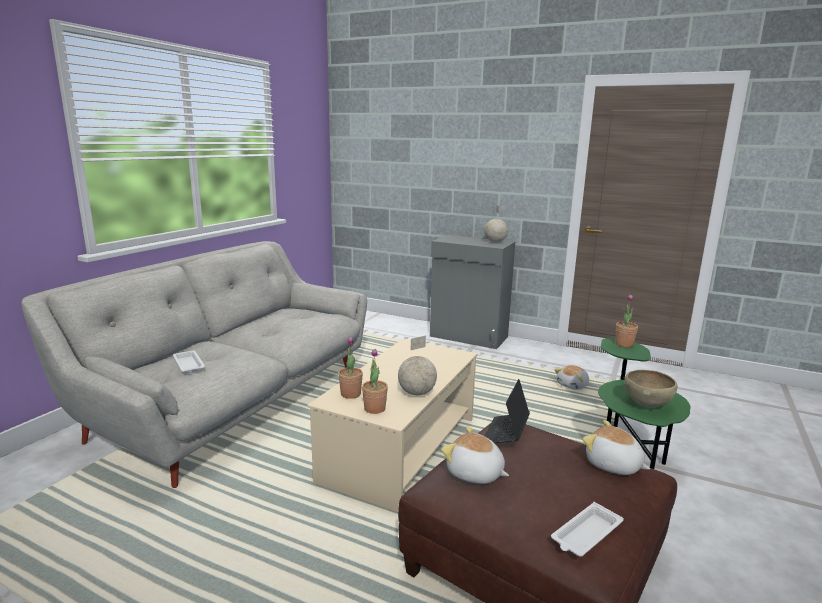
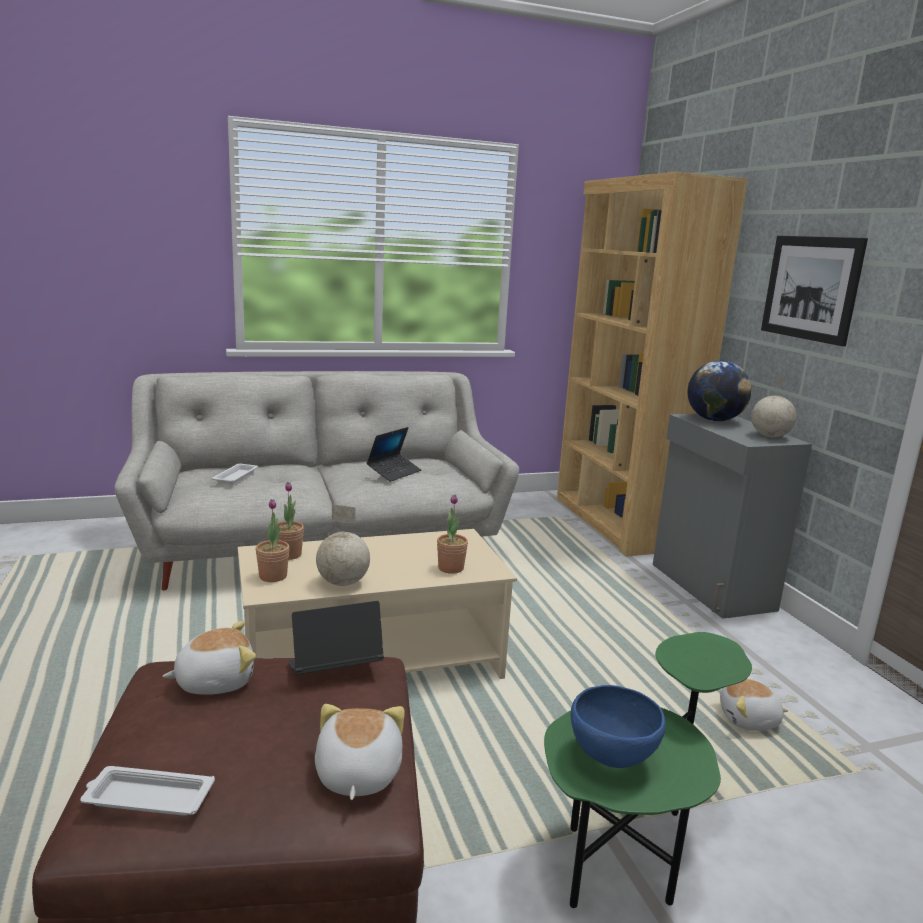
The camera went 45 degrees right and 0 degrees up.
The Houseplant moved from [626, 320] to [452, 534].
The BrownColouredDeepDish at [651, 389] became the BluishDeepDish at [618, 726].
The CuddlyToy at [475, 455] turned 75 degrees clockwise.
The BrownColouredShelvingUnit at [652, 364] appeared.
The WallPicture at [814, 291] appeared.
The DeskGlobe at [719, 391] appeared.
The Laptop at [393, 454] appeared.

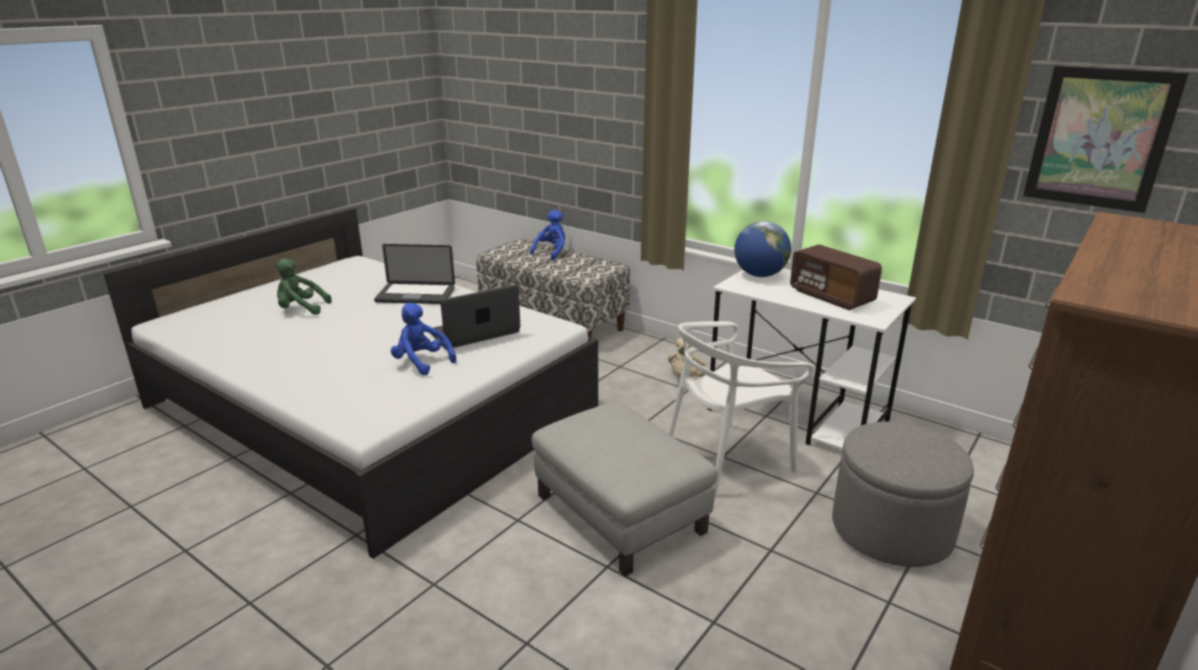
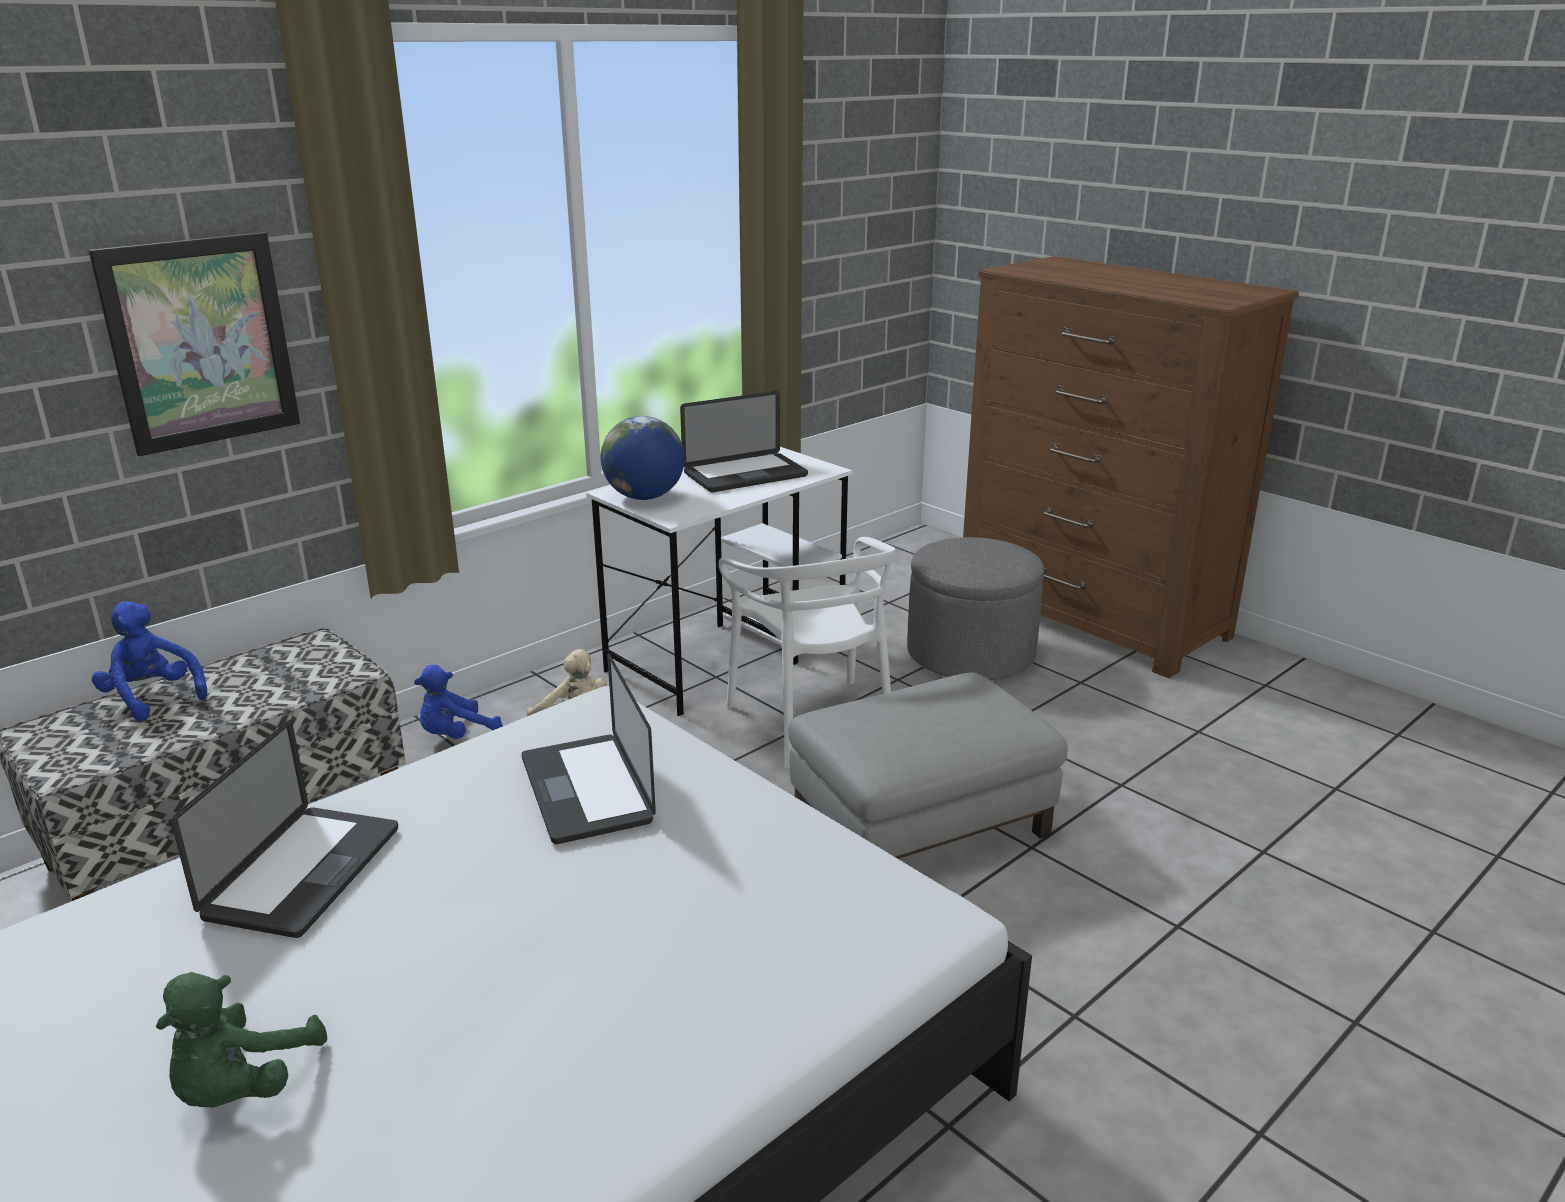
The camera went 80 degrees left and 0 degrees up.
The WallPicture moved from [1106, 139] to [194, 344].
The RadioReceiver at [836, 277] was replaced by the Laptop at [744, 441].
The BluishCuddlyToy moved from [423, 339] to [458, 702].

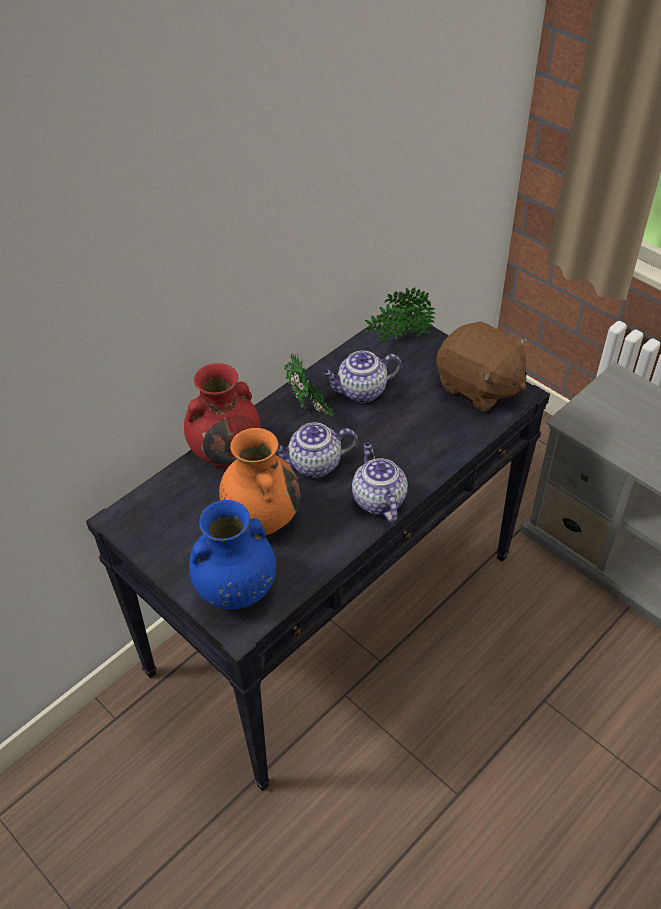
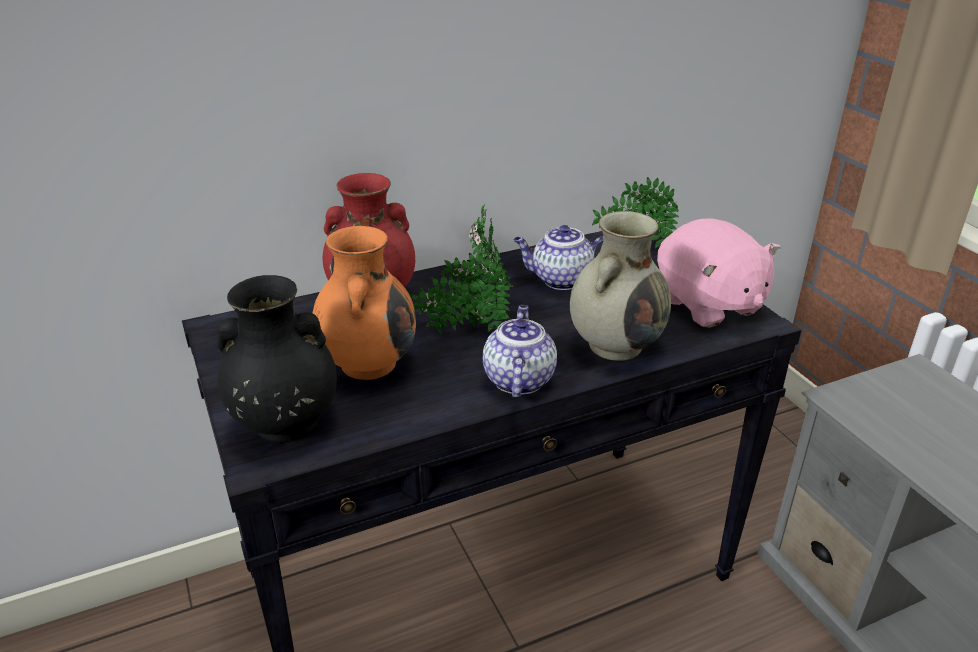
The camera went 20 degrees right and 15 degrees down.
The BrownColouredCuddlyToy at [482, 366] became the PinkCuddlyToy at [719, 273].
The Teapot at [317, 450] was replaced by the Houseplant at [460, 293].
The BluishVase at [232, 555] became the BlackColouredVase at [277, 358].
The BeigeVase at [620, 286] appeared.

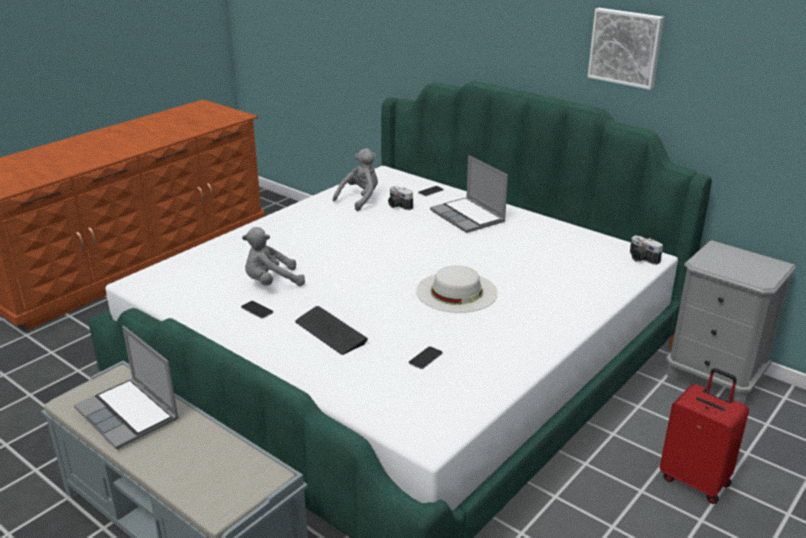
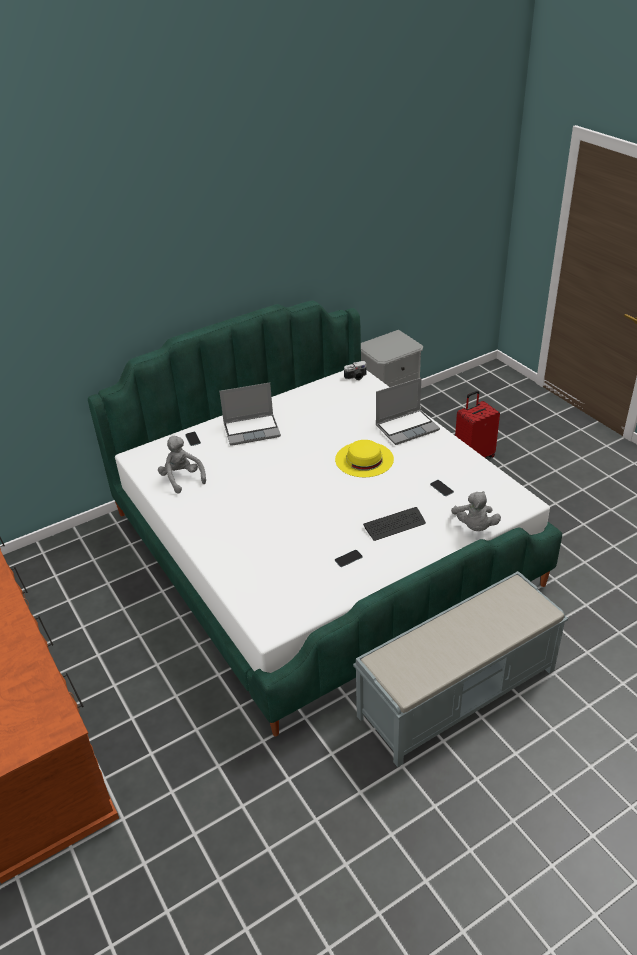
The camera went 70 degrees left and 10 degrees up.
The WallPicture at [626, 49] disappeared.
The StillCamera at [400, 198] disappeared.
The GreyishCuddlyToy moved from [273, 256] to [476, 511].
The WhiteClothingHat at [457, 289] became the YellowishClothingHat at [364, 458].
The Laptop moved from [126, 388] to [408, 411].

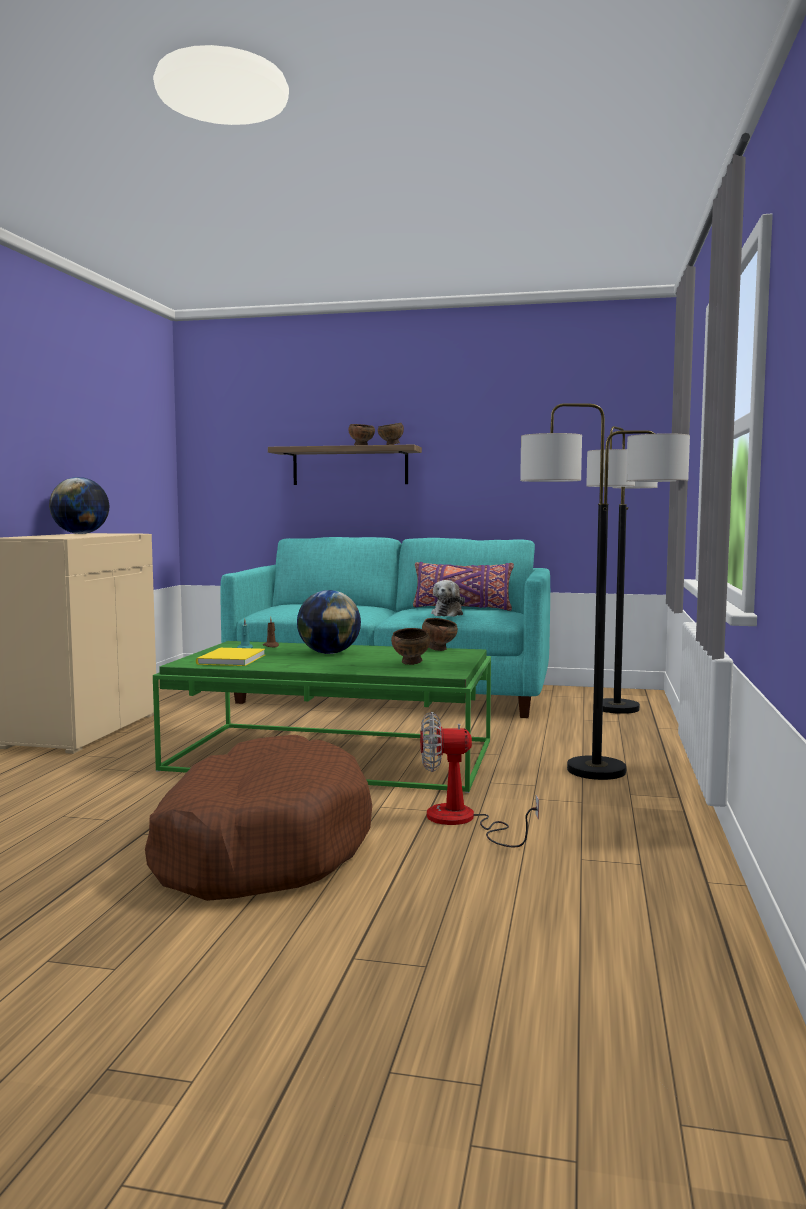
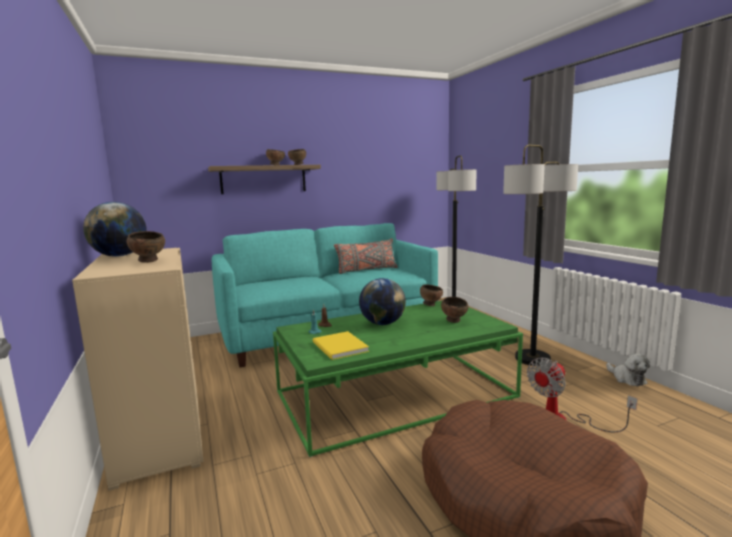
The camera went 35 degrees left and 5 degrees up.
The PurplePillow at [463, 586] became the GreyishPillow at [365, 256].
The CuddlyToy moved from [448, 598] to [628, 370].
The BrownColouredDeepDish at [146, 247] appeared.

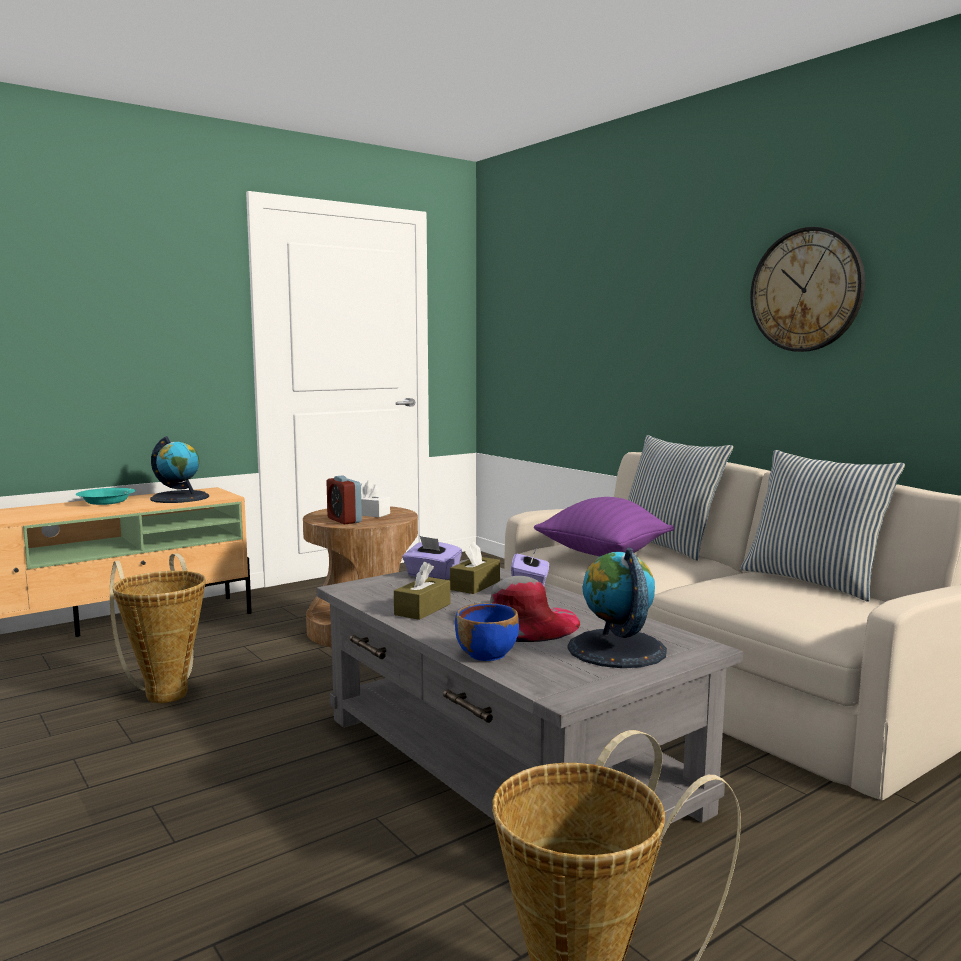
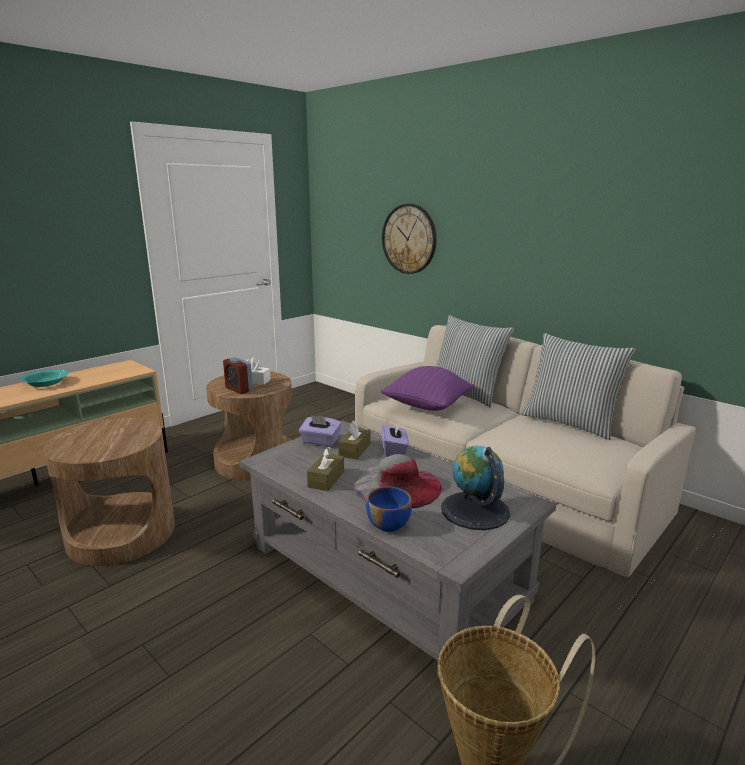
The camera went 10 degrees left and 10 degrees up.
The ClockOnTheWall moved from [807, 289] to [409, 239].
The DeskGlobe at [179, 469] disappeared.
The HouseholdBasket at [158, 628] was replaced by the BrownColouredEndTable at [109, 492].

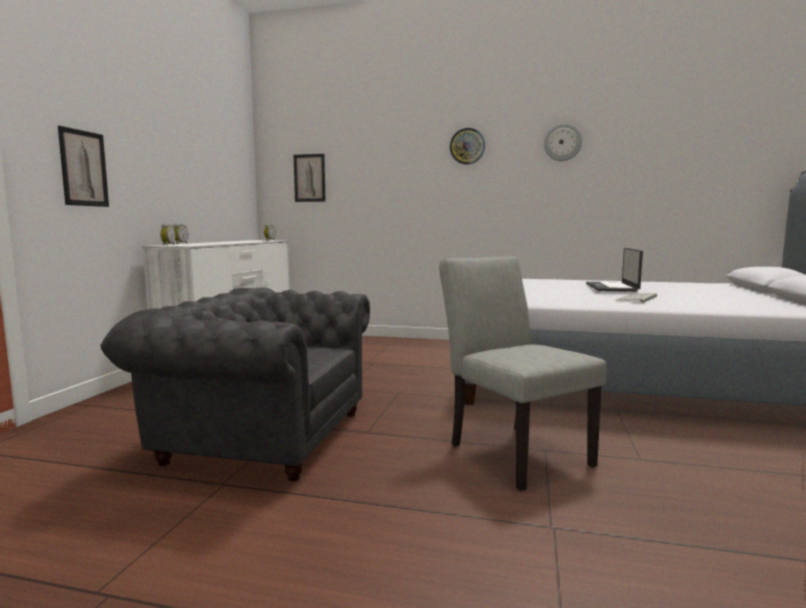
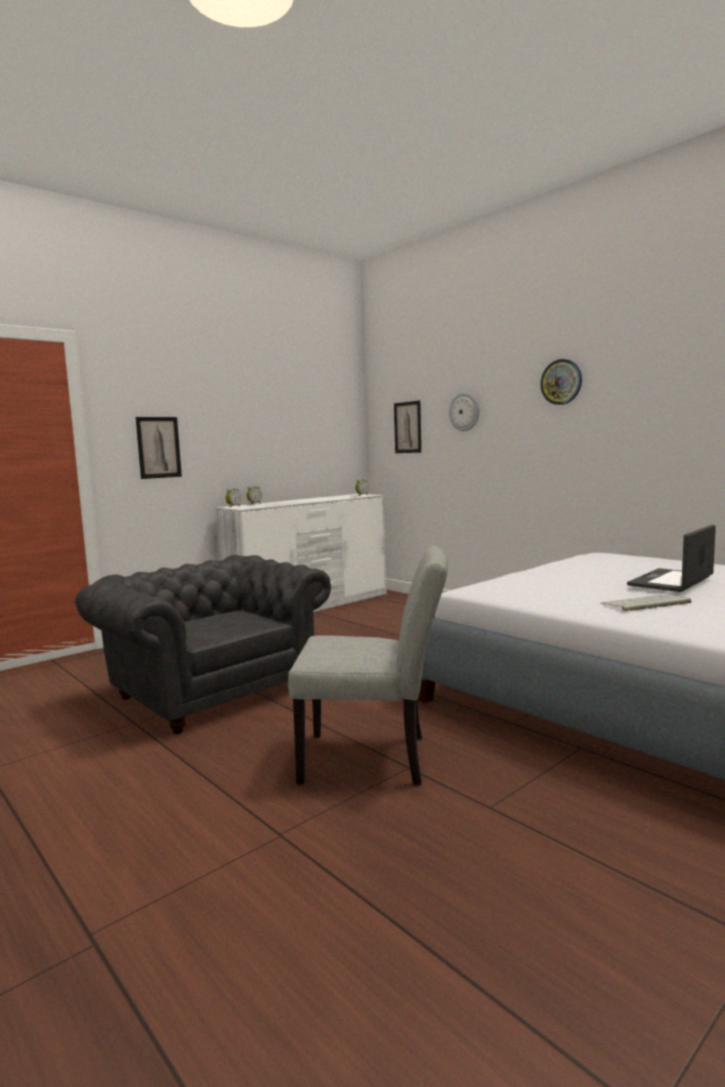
The camera went 35 degrees right and 0 degrees up.
The ClockOnTheWall moved from [563, 142] to [464, 411].
The GreyishPlainChair at [523, 373] turned 90 degrees clockwise.

